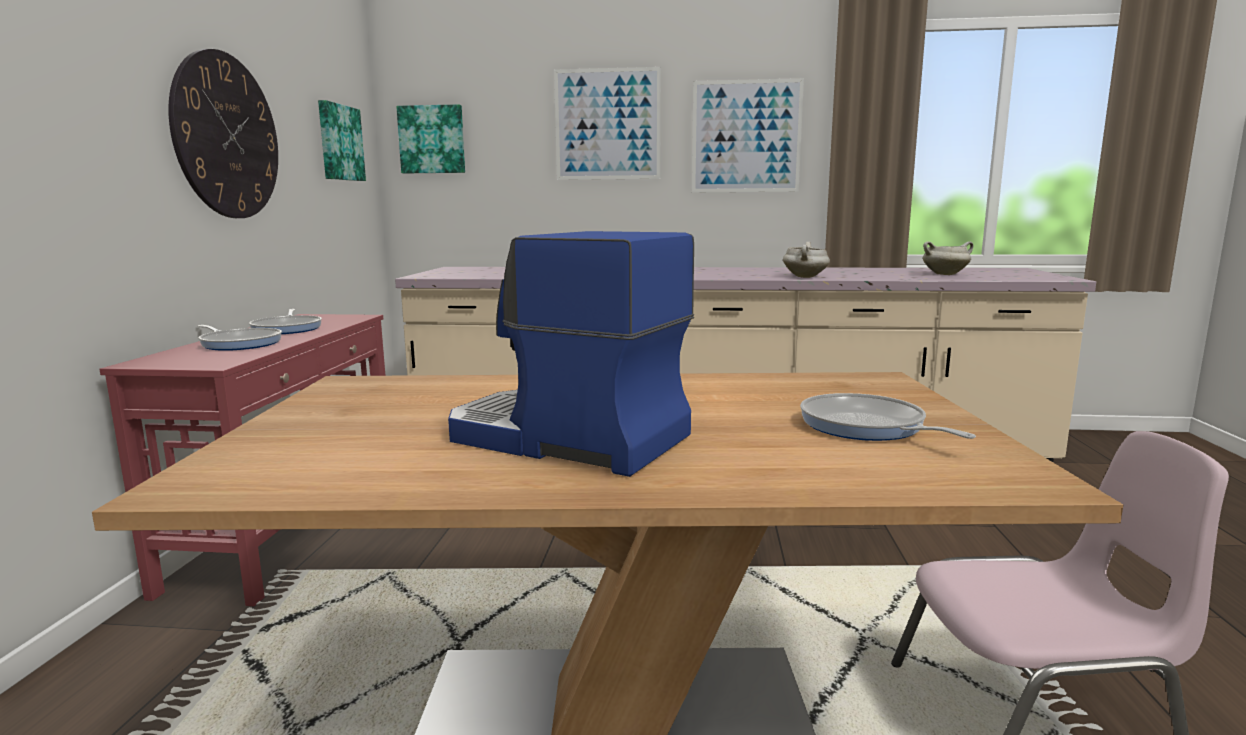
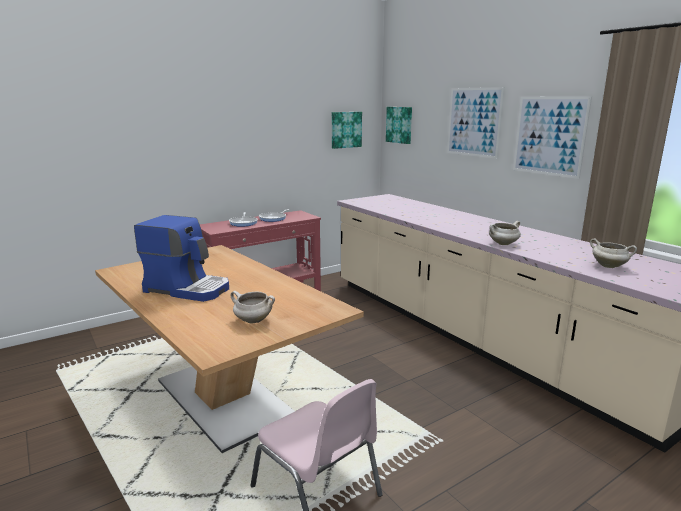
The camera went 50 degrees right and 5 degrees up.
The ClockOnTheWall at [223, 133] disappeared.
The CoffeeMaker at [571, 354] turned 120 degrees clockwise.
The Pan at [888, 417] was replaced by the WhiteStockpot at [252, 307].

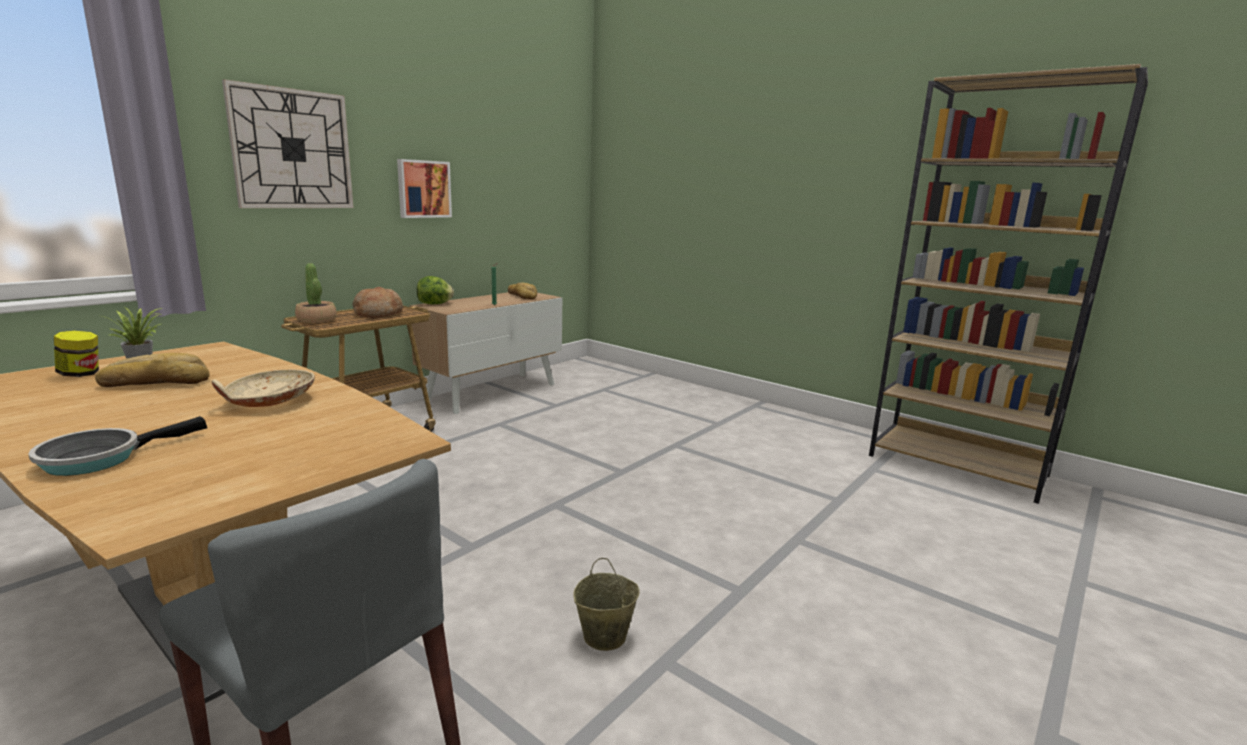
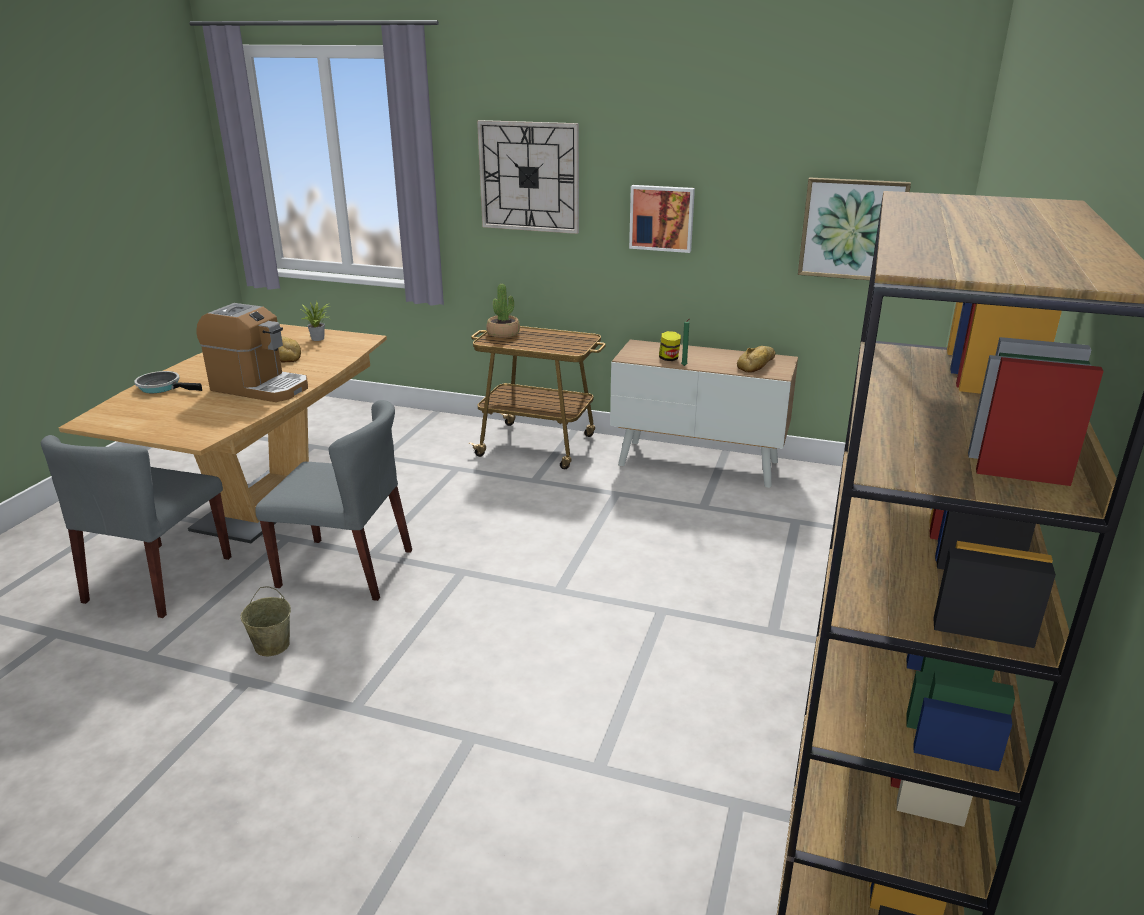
The camera went 70 degrees right and 10 degrees up.
The HeadOfLettuce at [435, 290] disappeared.
The BakeryBread at [378, 302] disappeared.
The PreserveJar moved from [76, 354] to [670, 346].
The BeigeDeepDish at [263, 388] was replaced by the CoffeeMaker at [252, 352].
The WallPicture at [854, 228] appeared.
The GreyishPlainChair at [333, 500] appeared.

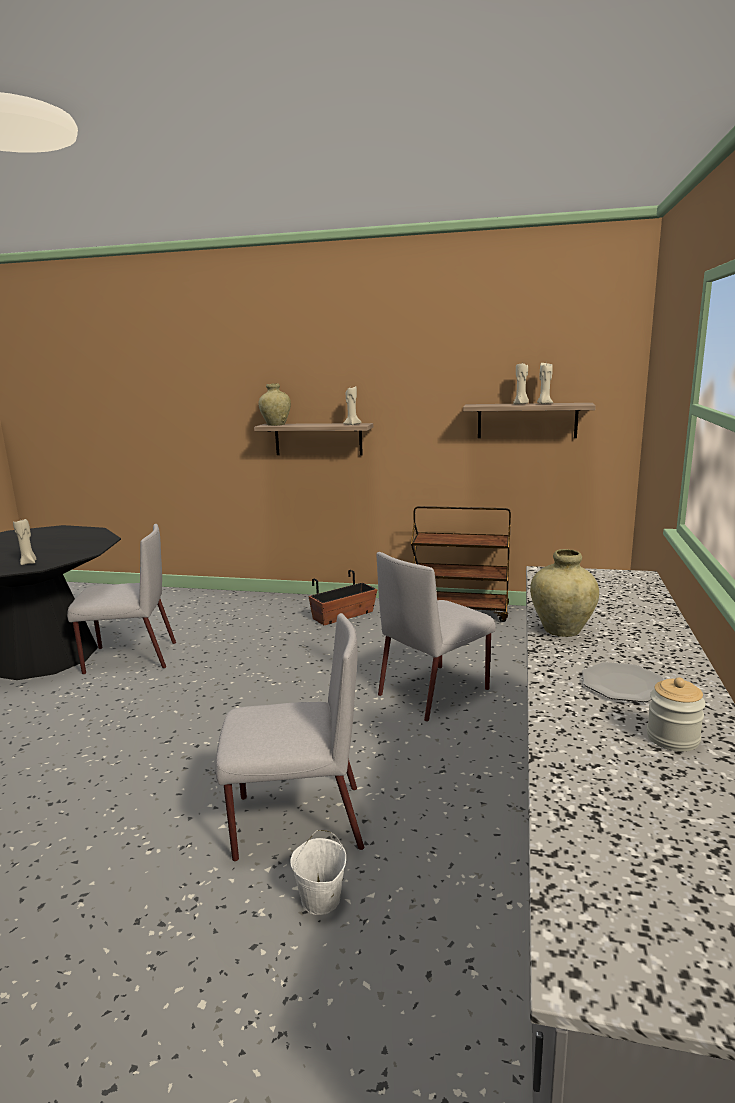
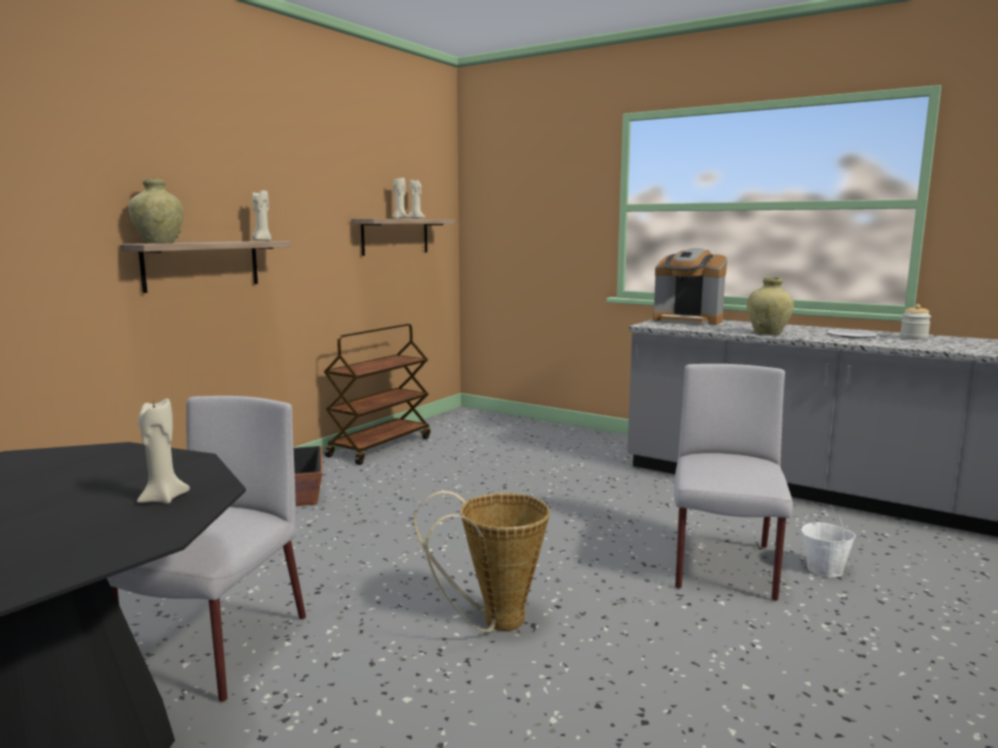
The camera went 70 degrees left and 5 degrees down.
The GreyishPlainChair at [436, 637] disappeared.
The CoffeeMaker at [690, 286] appeared.
The HouseholdBasket at [482, 561] appeared.

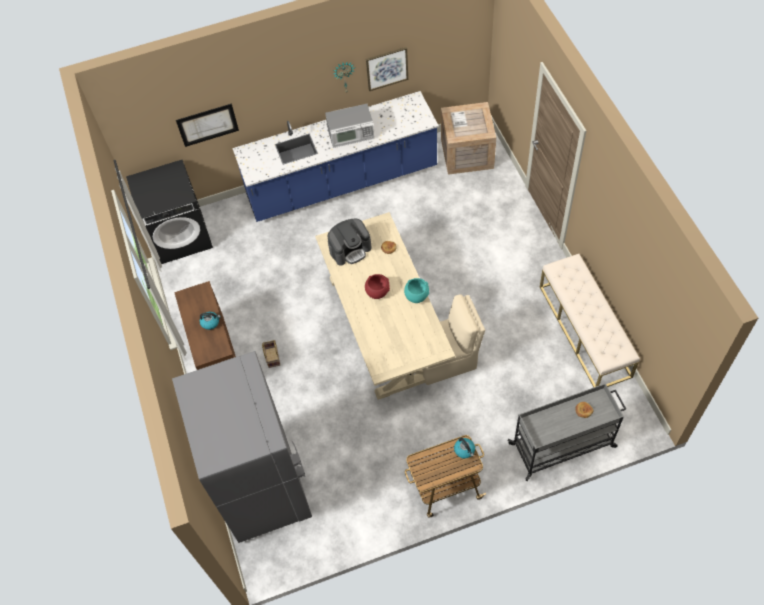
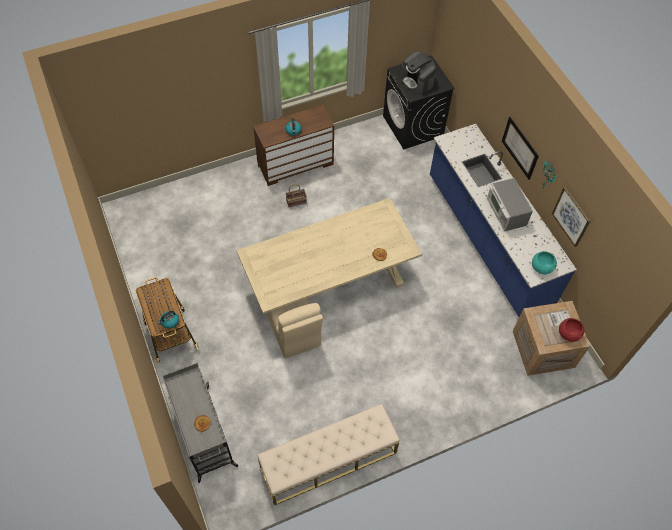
The camera went 80 degrees right and 0 degrees up.
The WallPicture moved from [207, 125] to [520, 148].
The CoffeeMaker moved from [350, 242] to [418, 72].
The RedColouredDeepDish moved from [377, 286] to [571, 330].
The BlueGreenDeepDish moved from [416, 290] to [544, 263].
The GreyishKitchenFridge at [242, 447] disappeared.

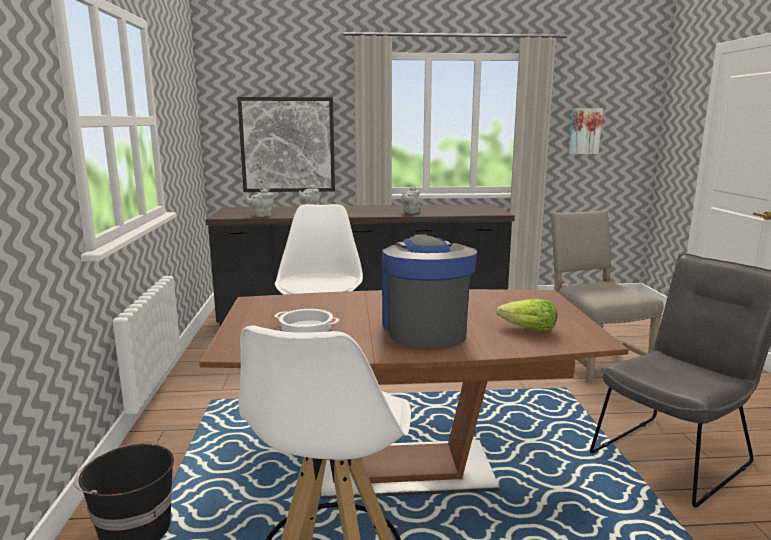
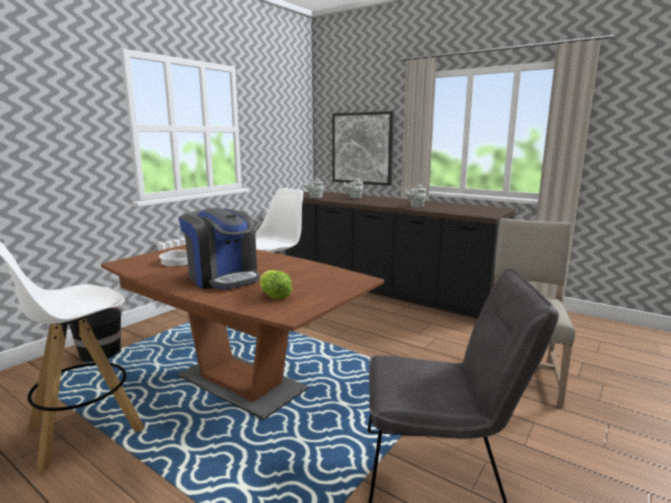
The camera went 40 degrees right and 0 degrees up.
The WallPicture at [586, 131] disappeared.
The CoffeeMaker at [429, 291] turned 105 degrees clockwise.

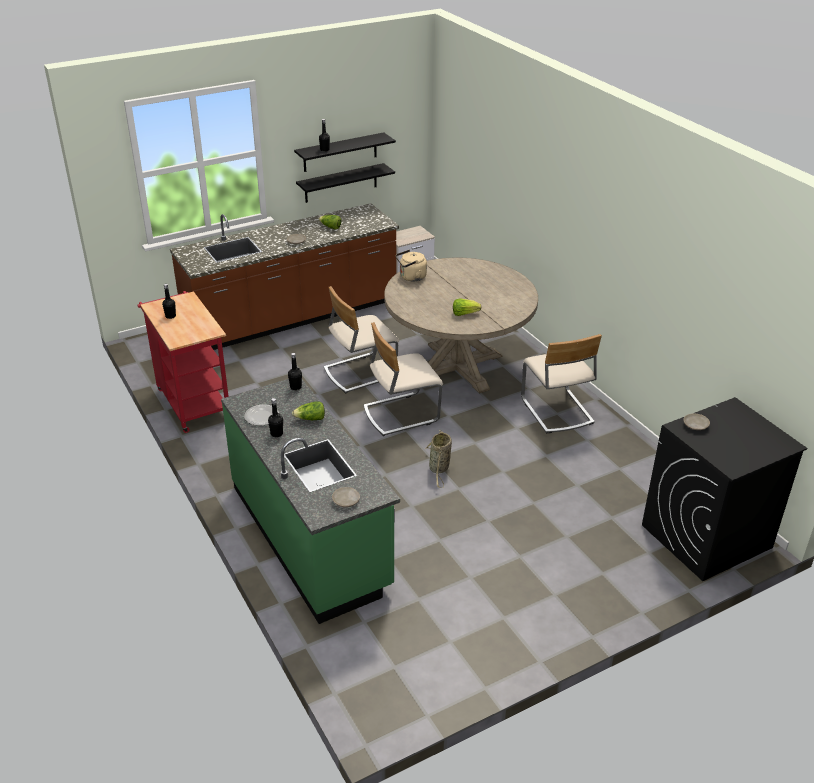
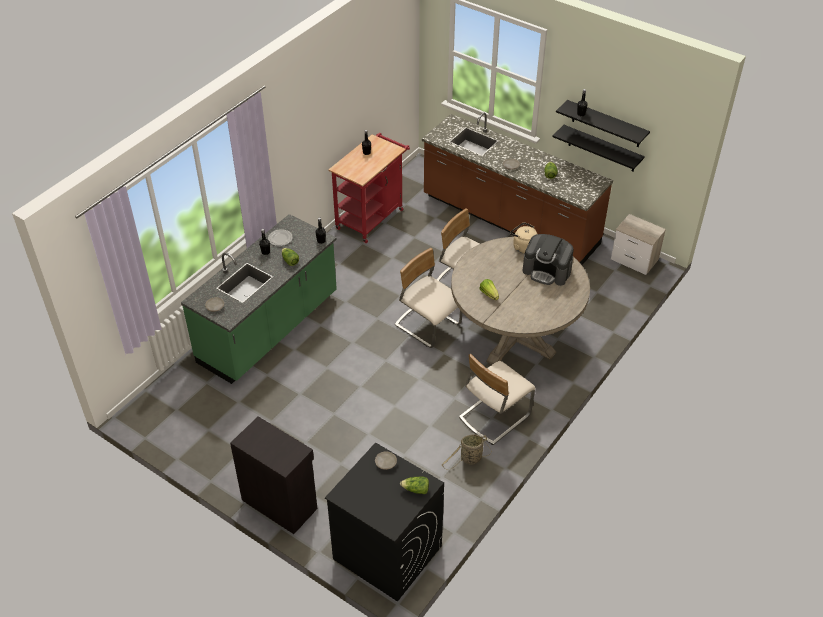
The camera went 65 degrees right and 10 degrees up.
The HouseholdBasket moved from [438, 459] to [467, 452].
The CoffeeMaker at [548, 260] appeared.
The BlackColouredStorageCabinet at [274, 475] appeared.
The HeadOfLettuce at [414, 485] appeared.

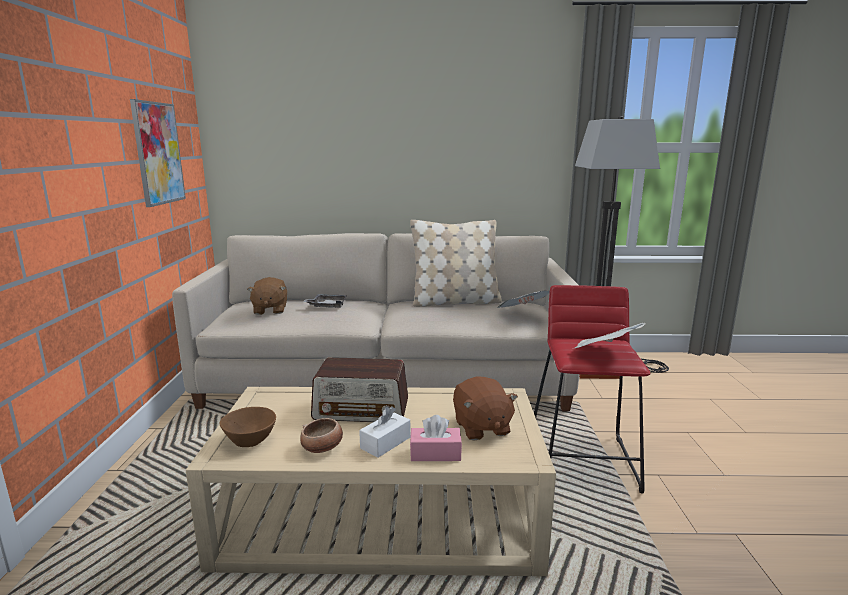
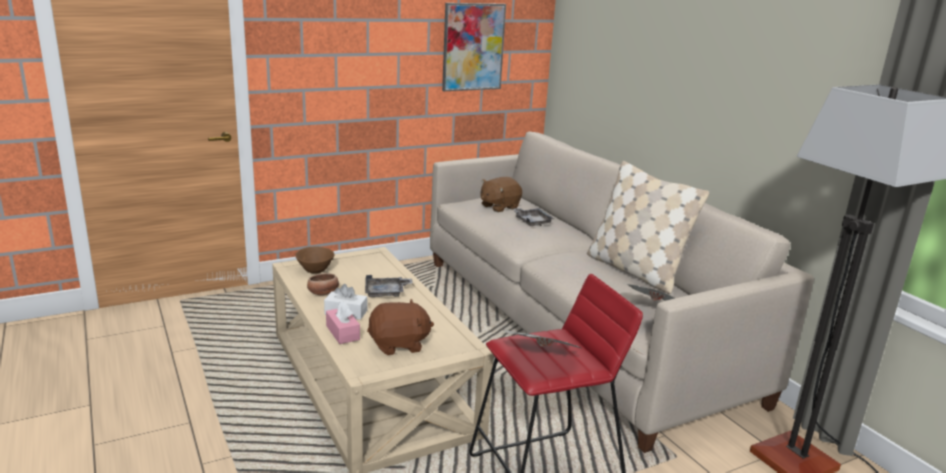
The camera went 60 degrees right and 5 degrees up.
The RadioReceiver at [359, 389] was replaced by the GreyishTray at [388, 286].
The BrownColouredCuddlyToy at [485, 408] turned 150 degrees counterclockwise.

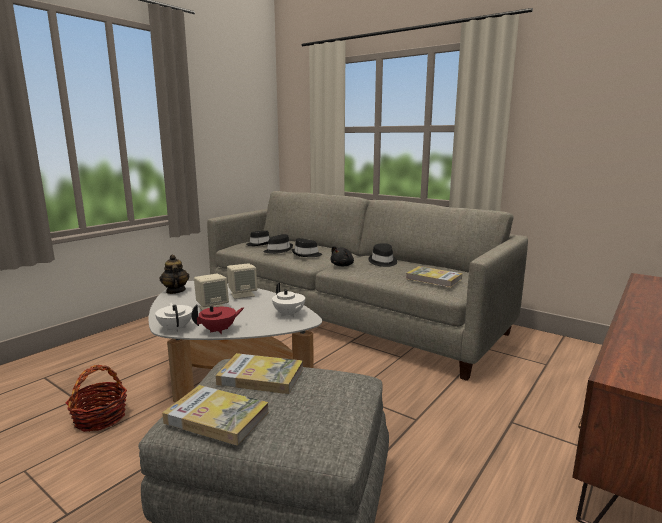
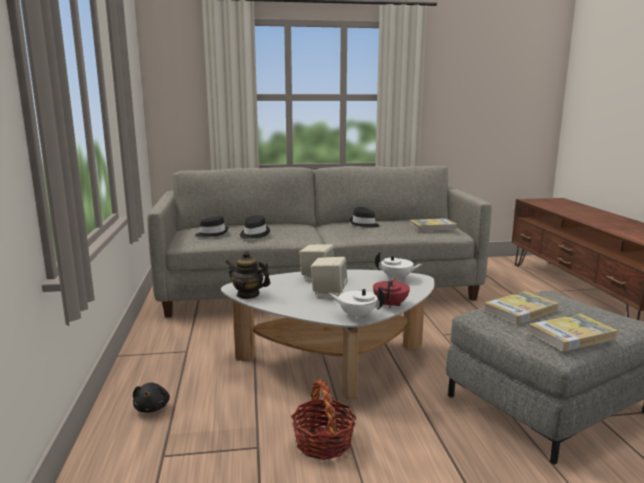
The camera went 45 degrees left and 0 degrees up.
The BlackColouredClothingHat at [306, 247] disappeared.
The BlackColouredCuddlyToy moved from [342, 256] to [151, 397].

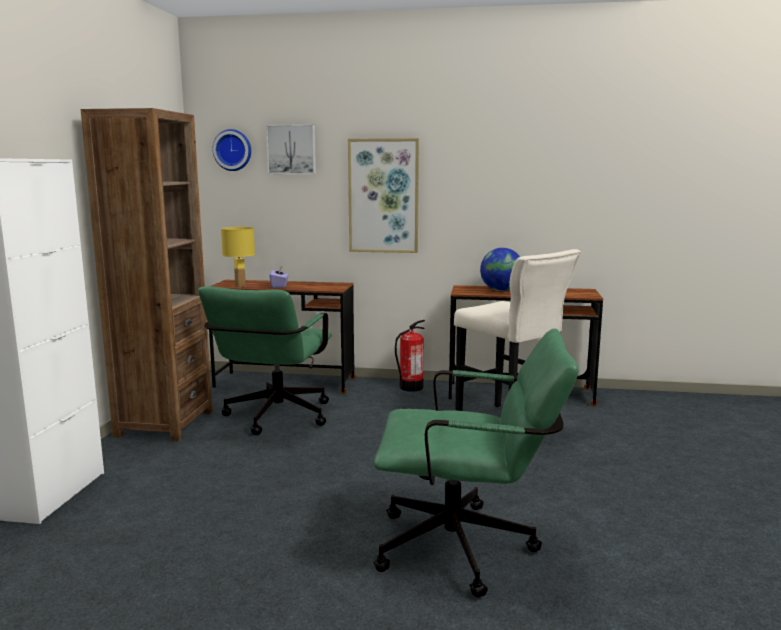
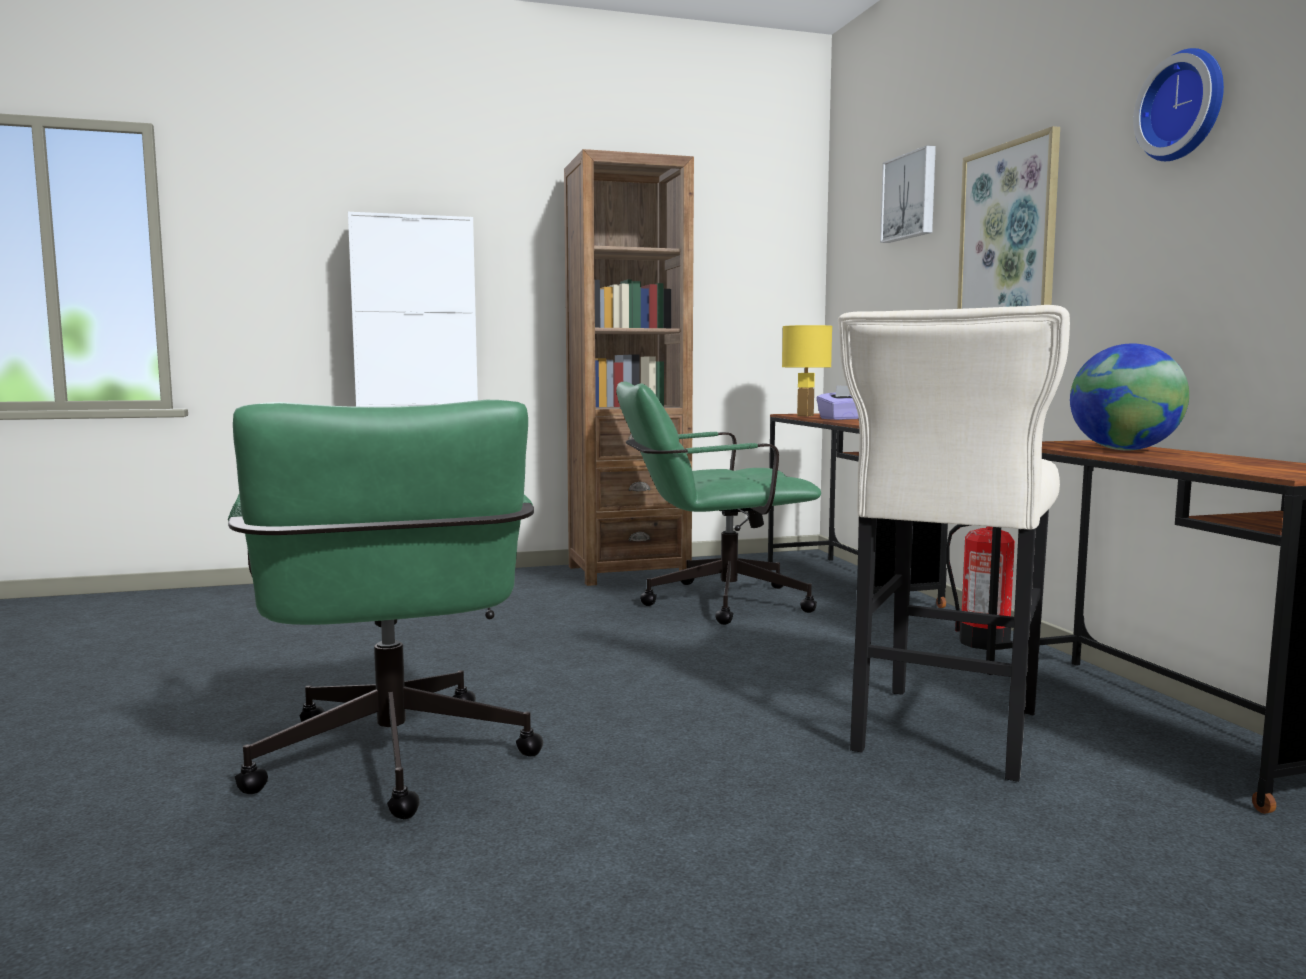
The camera went 65 degrees right and 5 degrees down.
The ClockOnTheWall moved from [231, 150] to [1178, 104].

